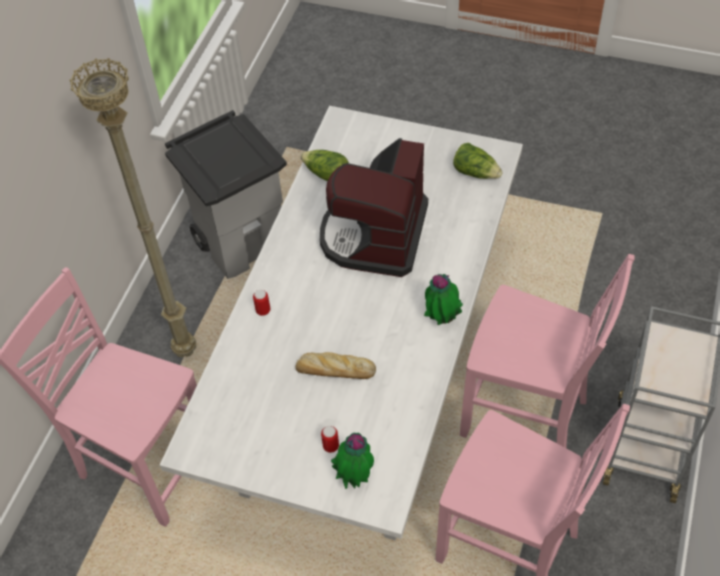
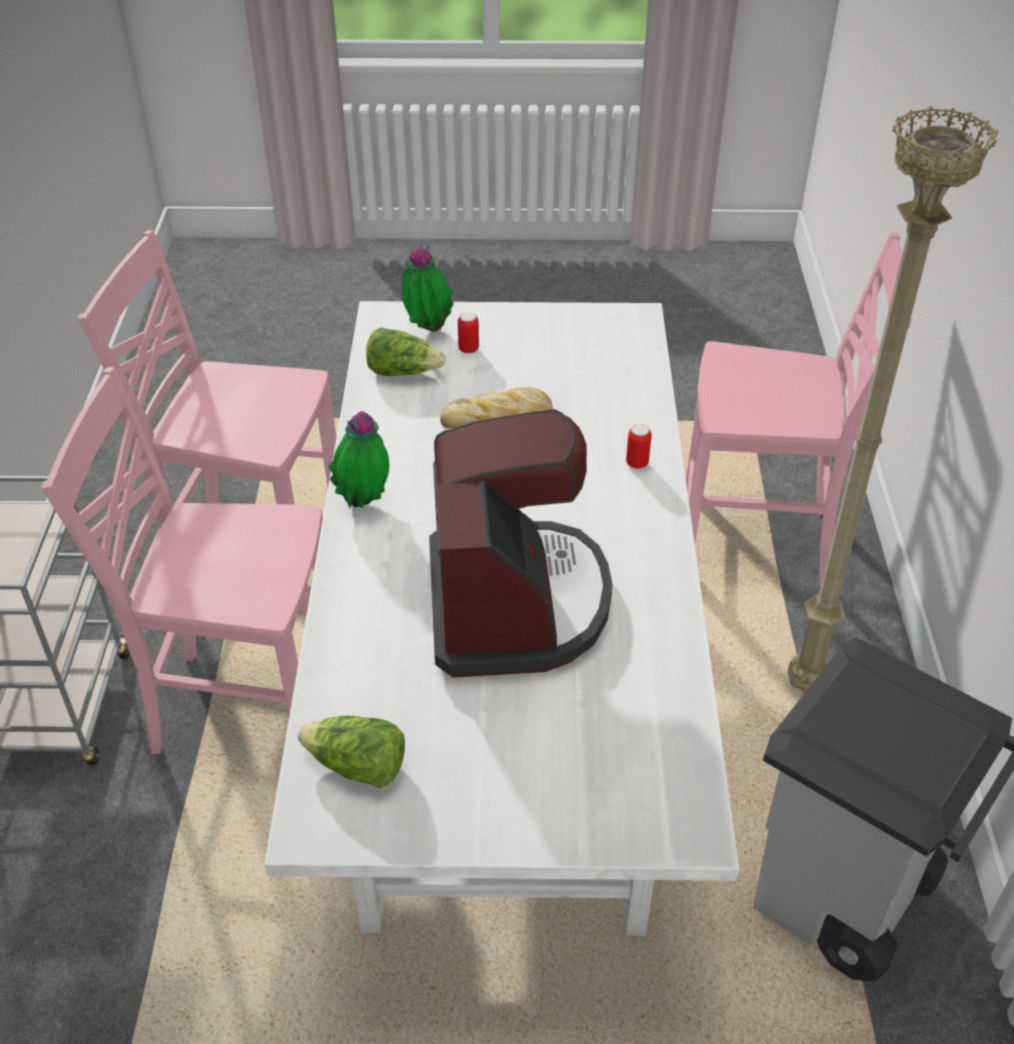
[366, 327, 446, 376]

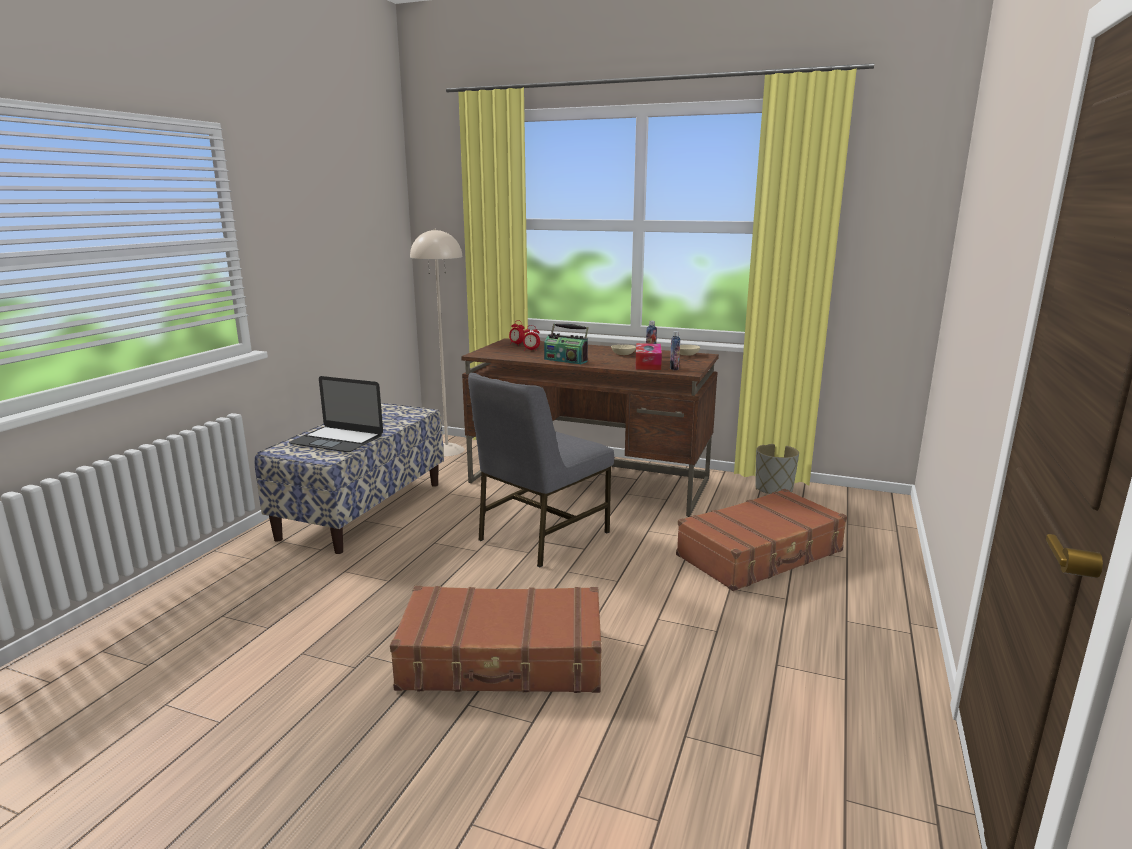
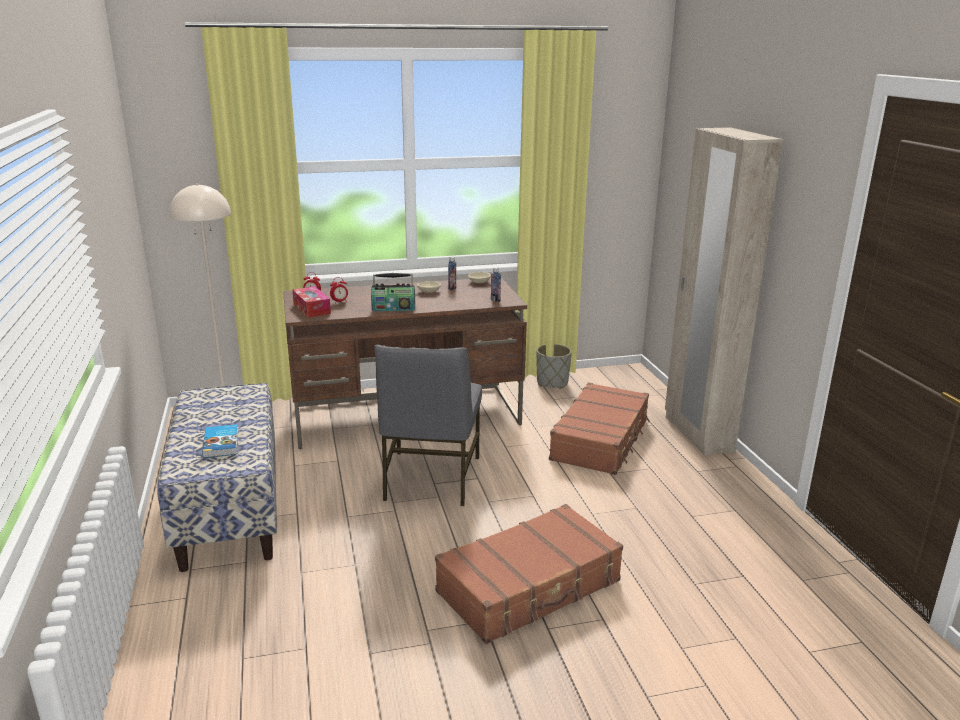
[292, 286, 331, 318]
[202, 424, 238, 458]
[665, 128, 783, 456]

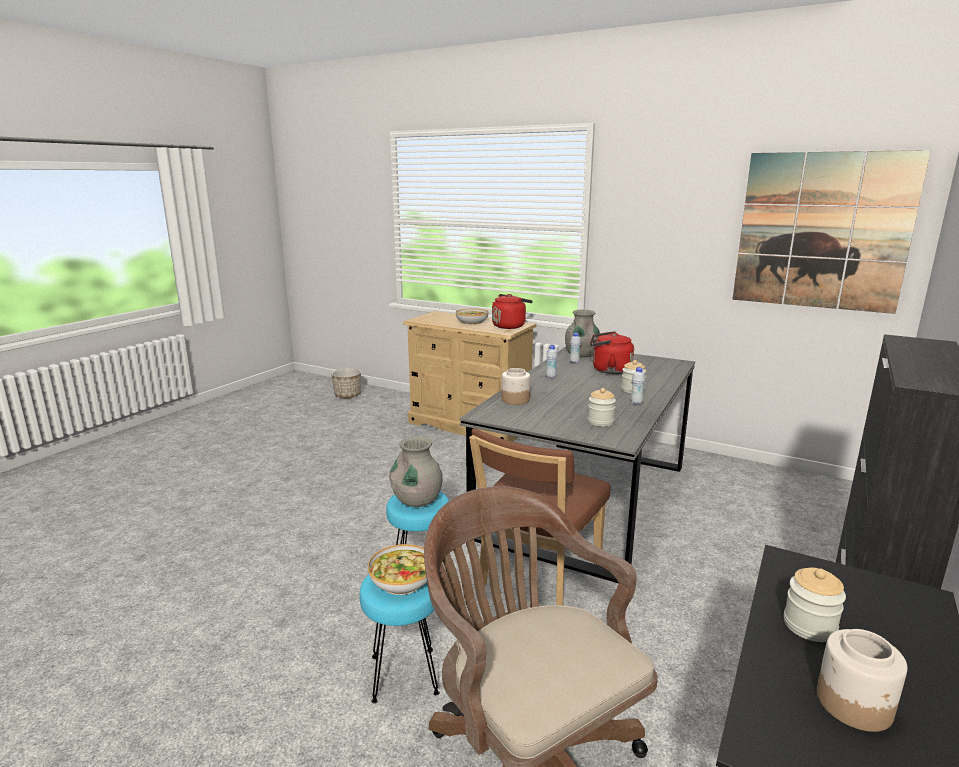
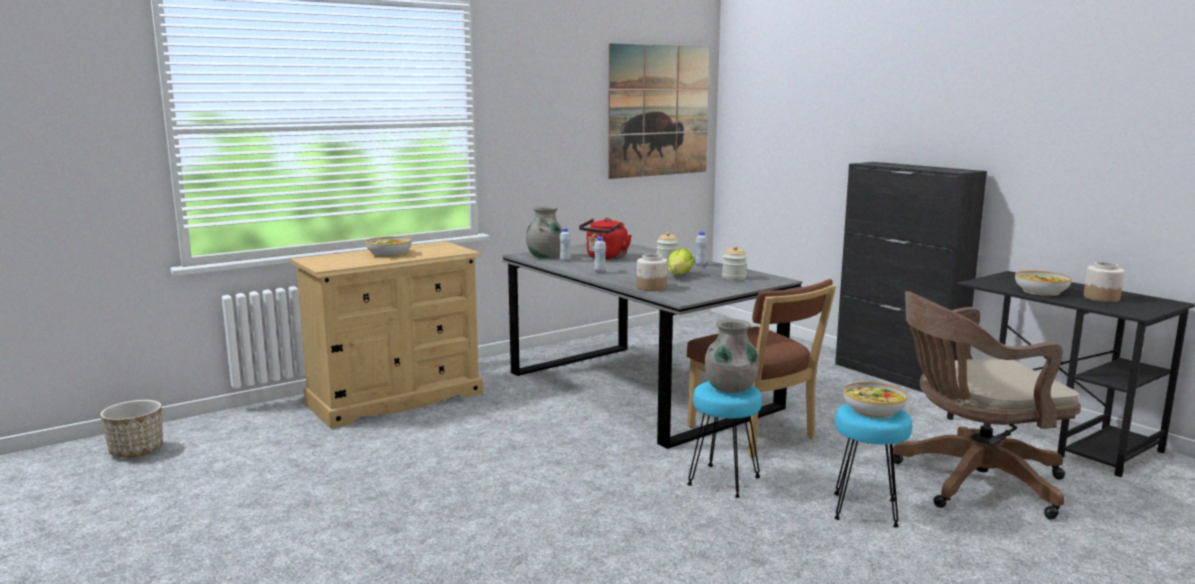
[492, 294, 533, 329] (first image)
[1015, 271, 1072, 296]
[667, 248, 694, 275]

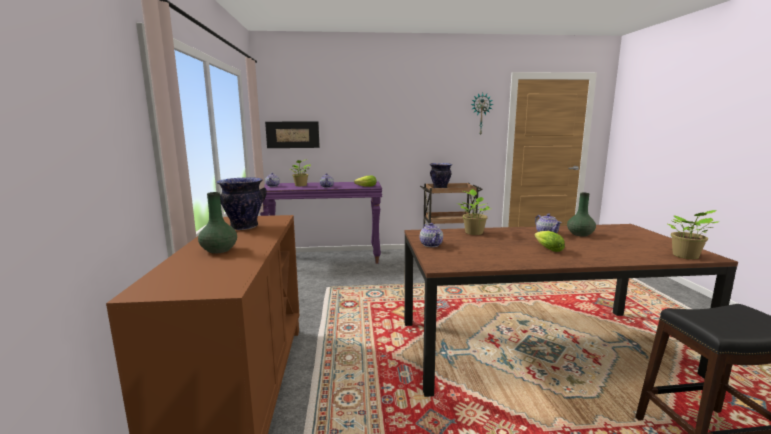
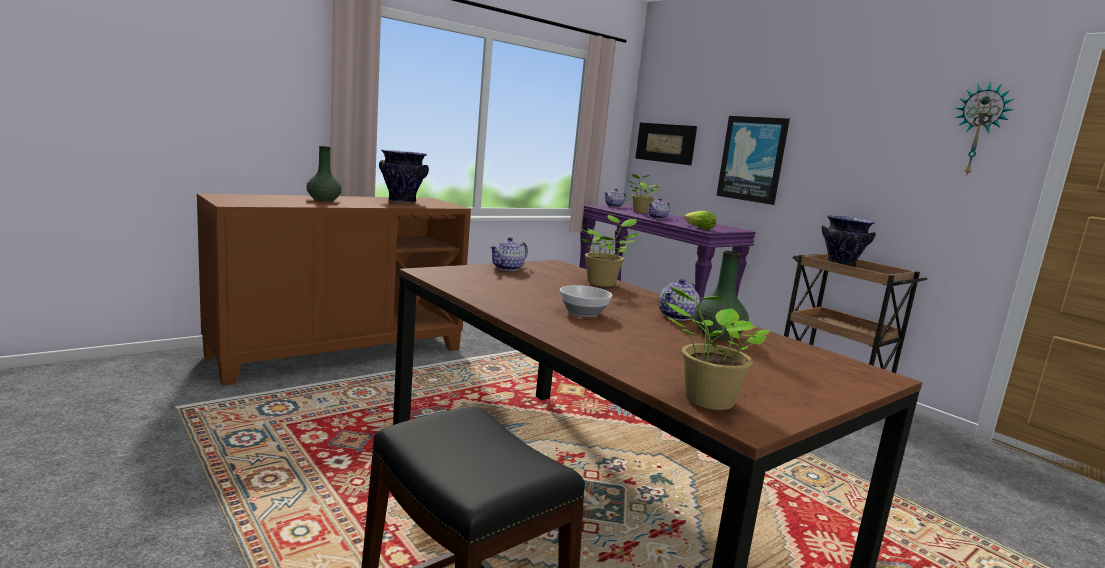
[560, 285, 612, 317]
[716, 116, 790, 205]

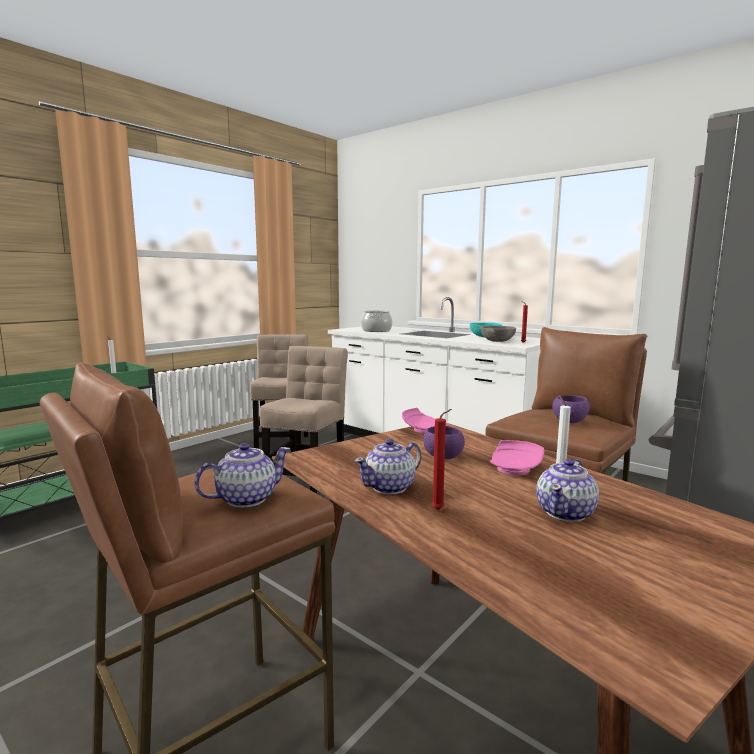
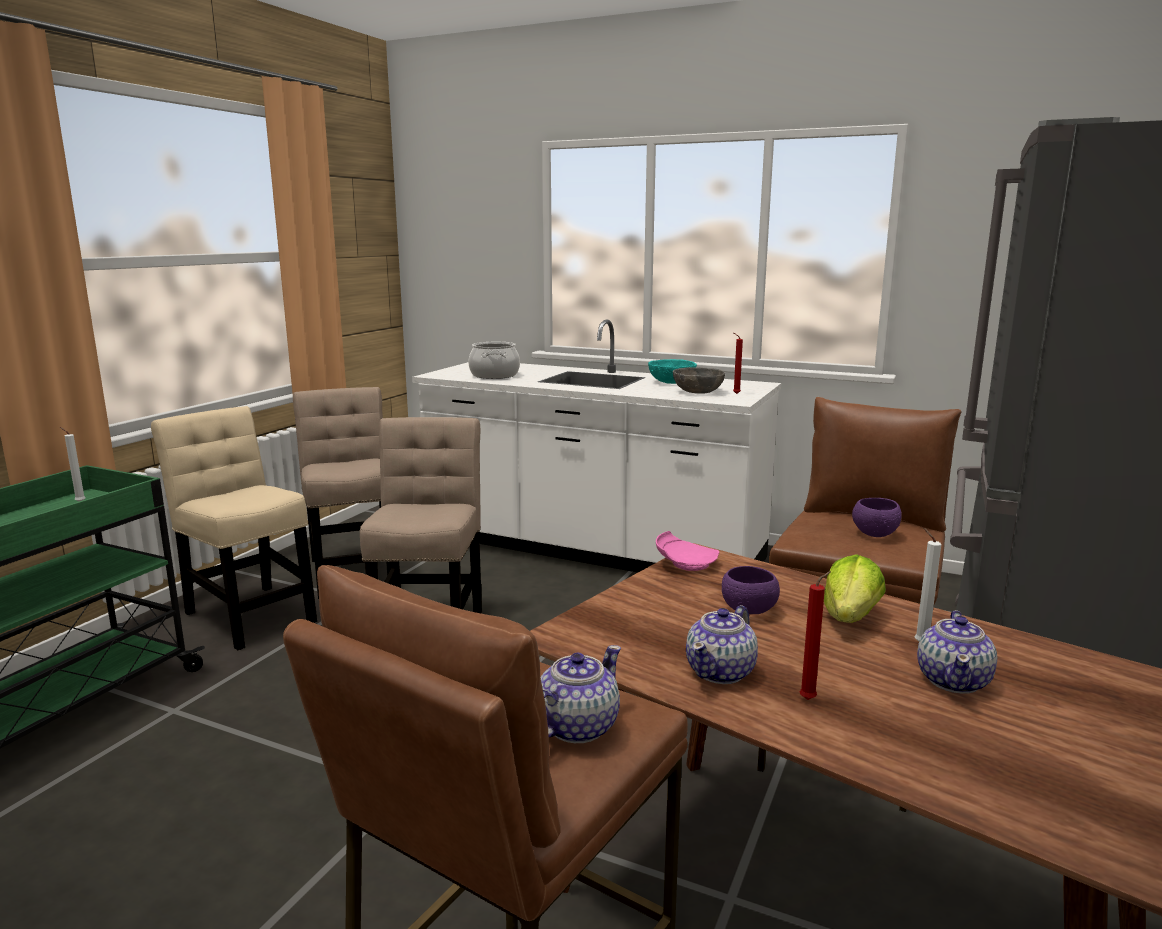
[824, 554, 886, 623]
[151, 406, 317, 650]

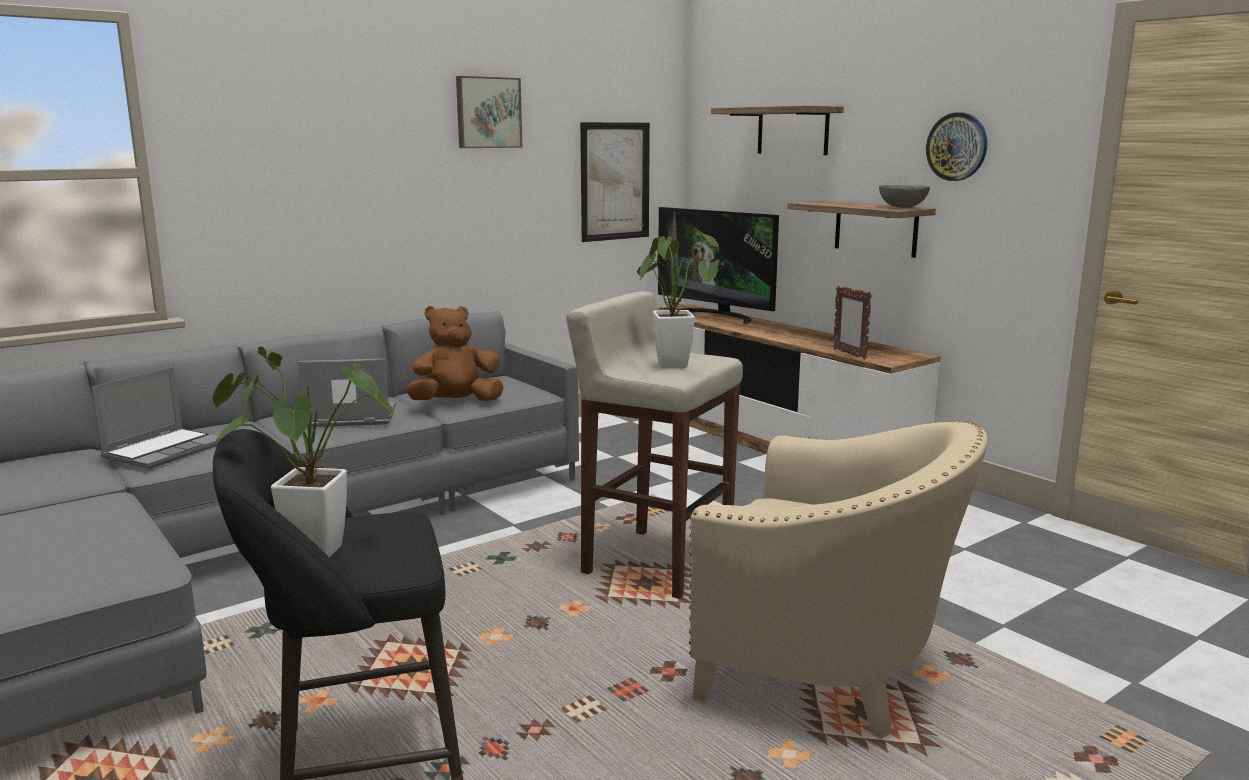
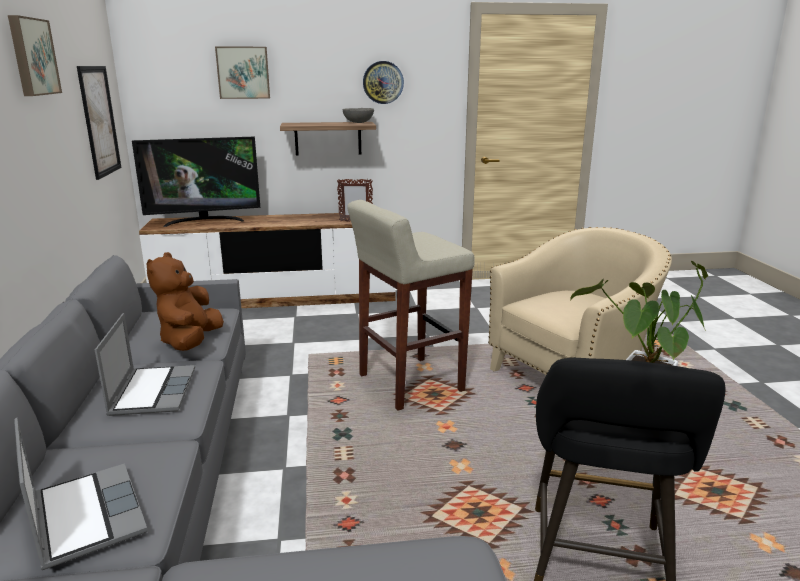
[215, 46, 270, 99]
[637, 230, 720, 369] (first image)
[95, 313, 195, 416]

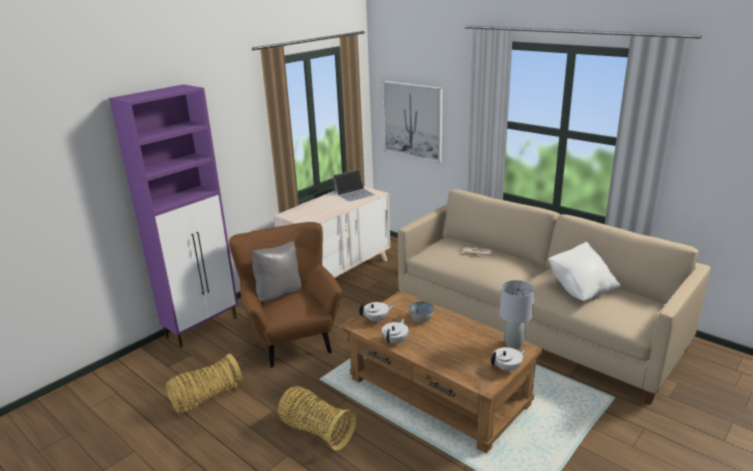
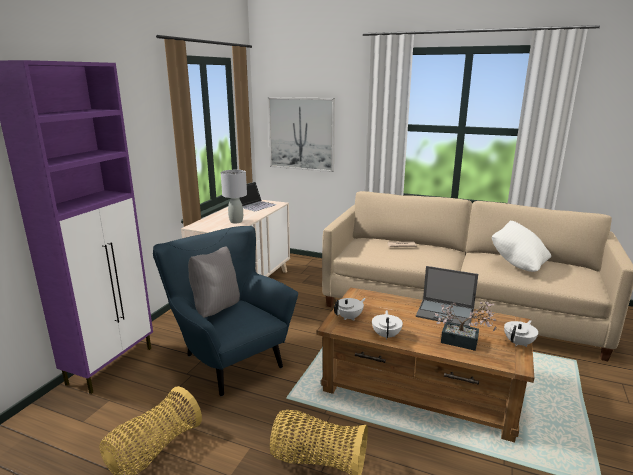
[153, 226, 298, 397]
[221, 170, 247, 223]
[408, 301, 434, 323] (first image)
[416, 266, 478, 327]
[435, 301, 496, 351]

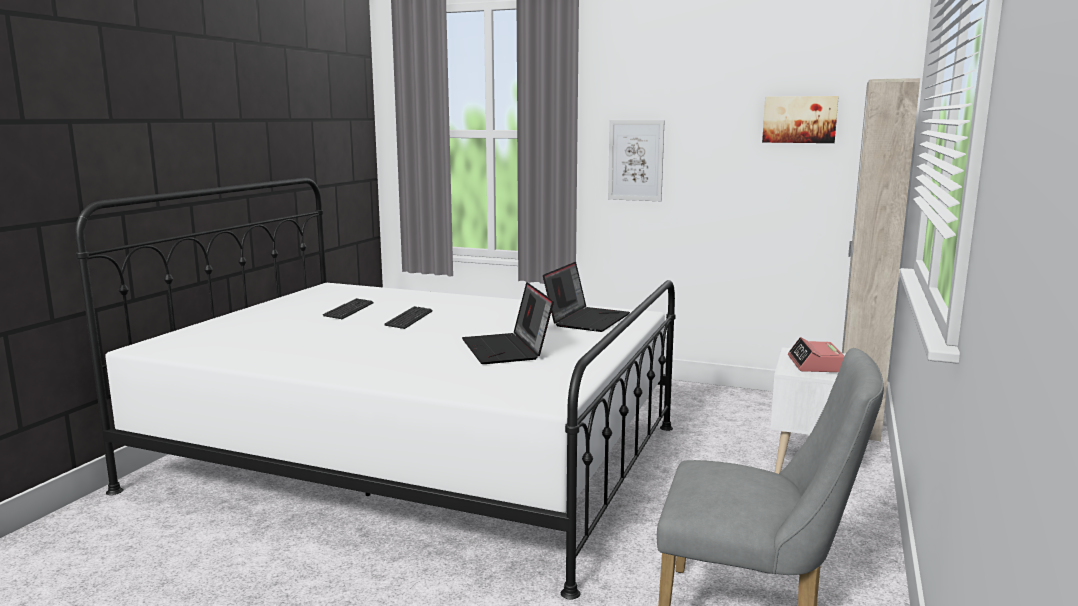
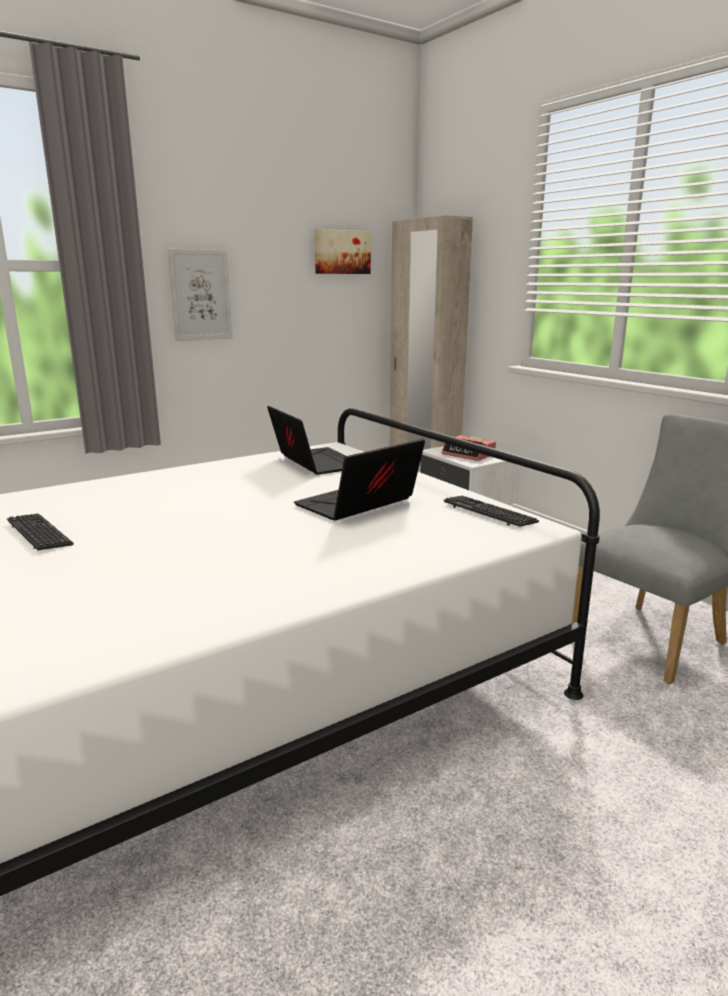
[294, 439, 425, 521]
[444, 496, 539, 527]

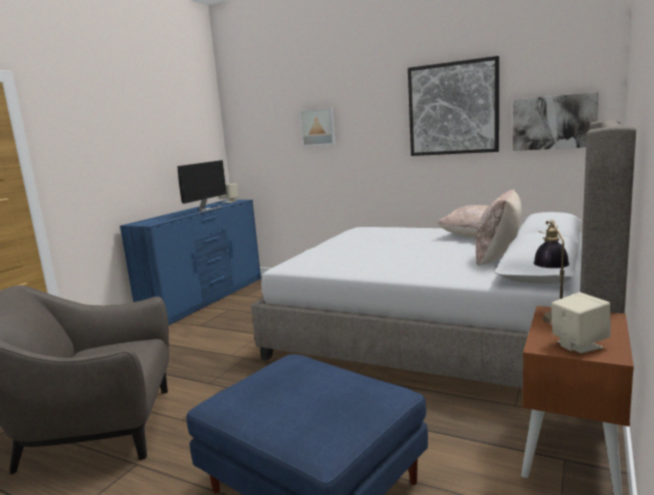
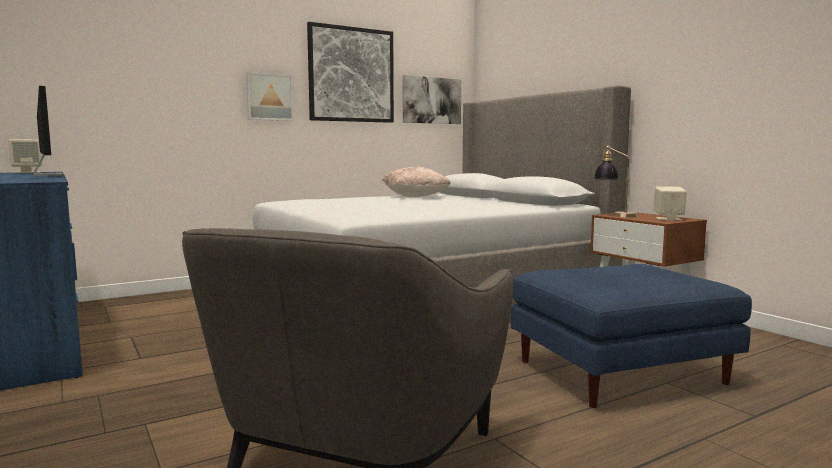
[246, 72, 294, 121]
[475, 190, 522, 266] (first image)

